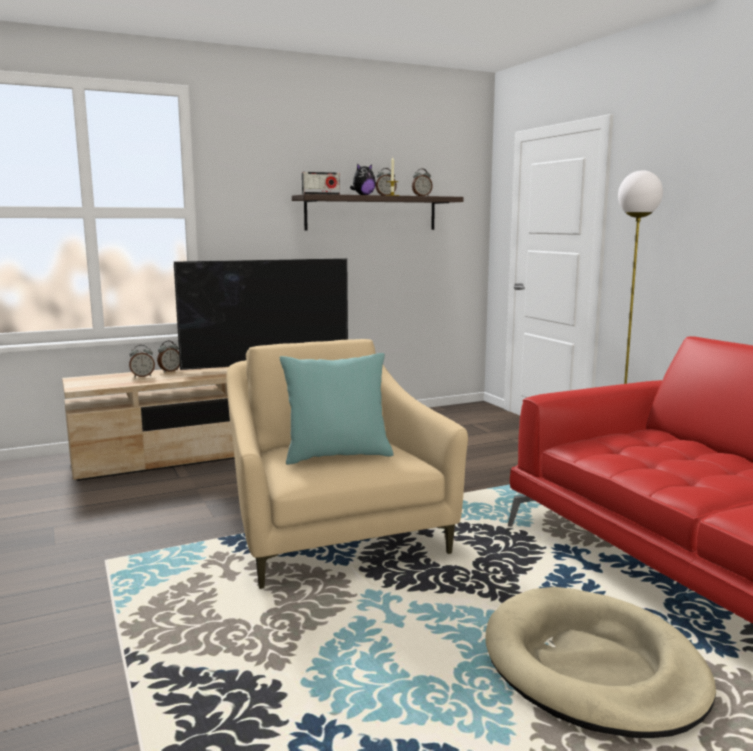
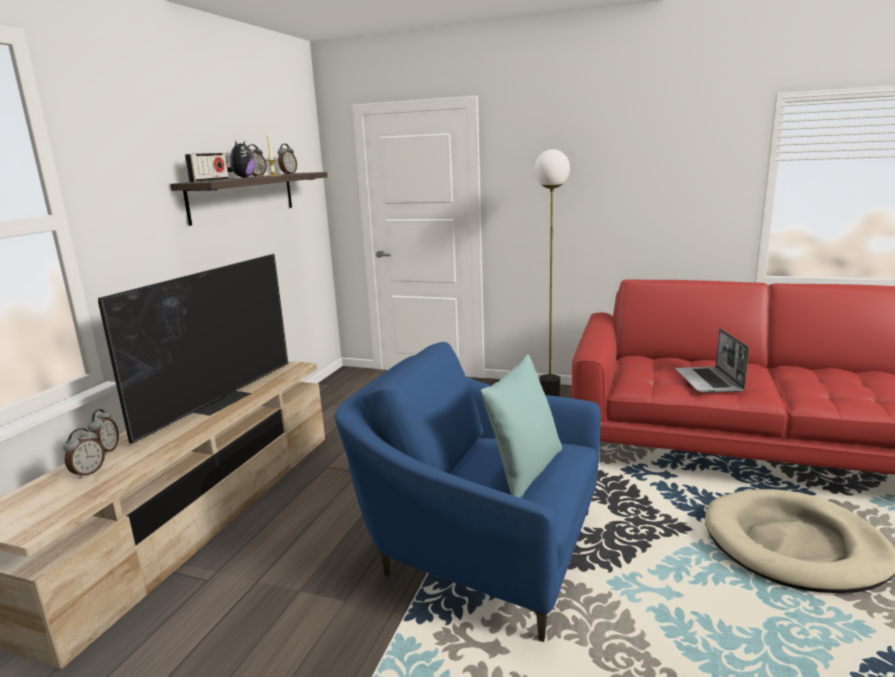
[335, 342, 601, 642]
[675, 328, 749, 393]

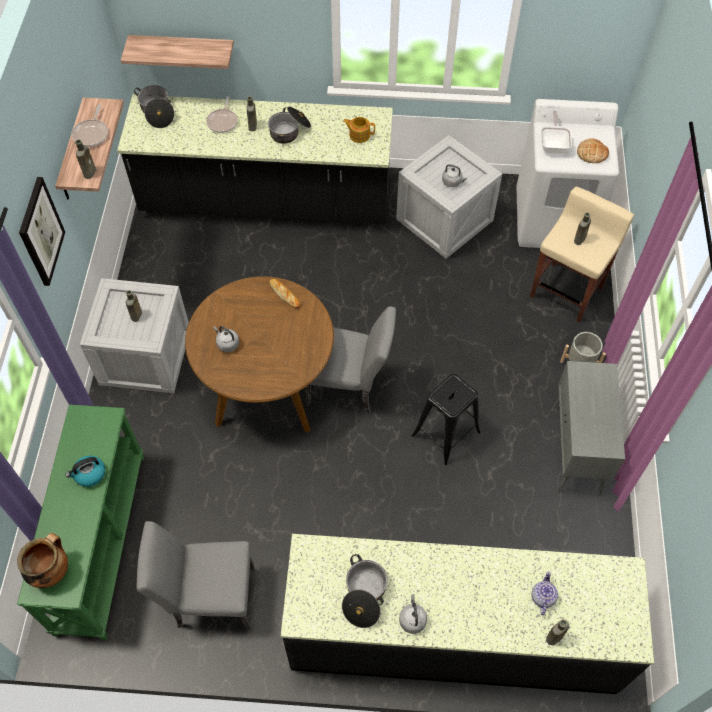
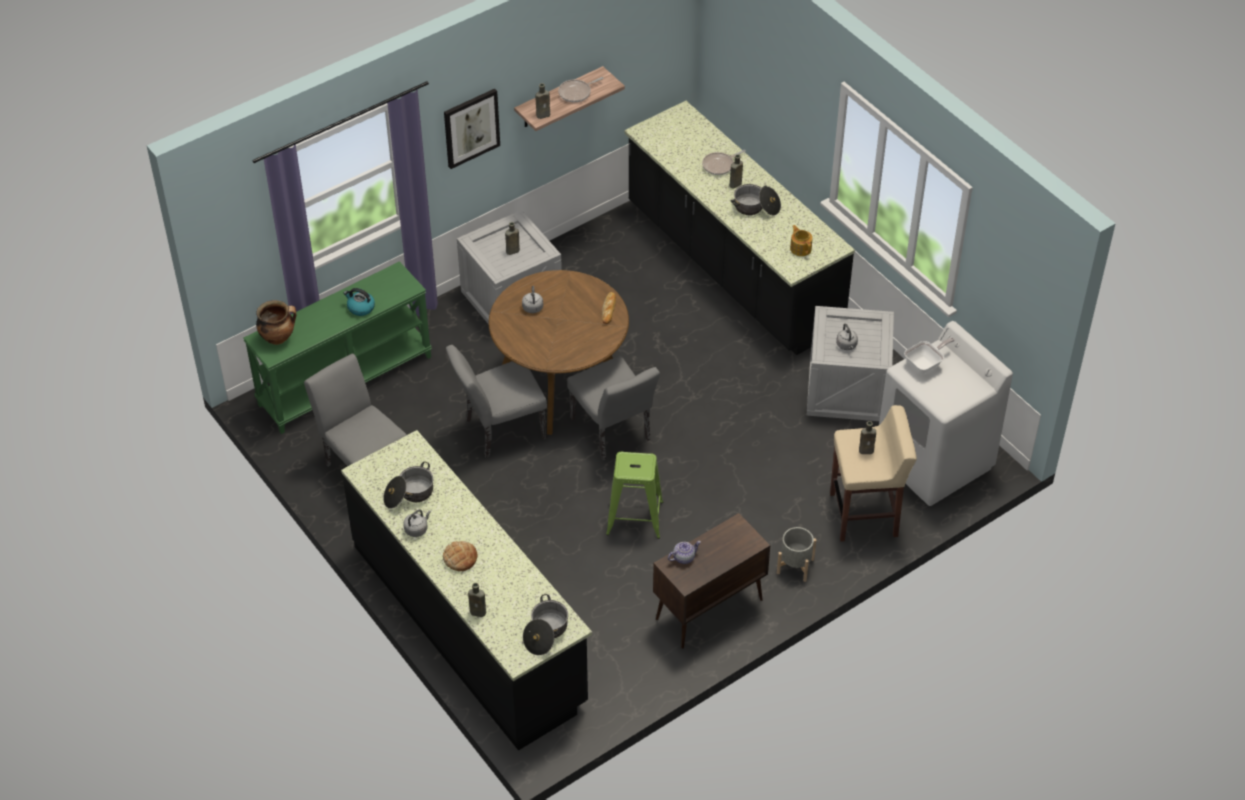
[121, 35, 234, 69] (first image)
[523, 594, 568, 655]
[443, 541, 478, 571]
[653, 513, 770, 649]
[606, 452, 663, 539]
[668, 541, 701, 564]
[446, 345, 547, 458]

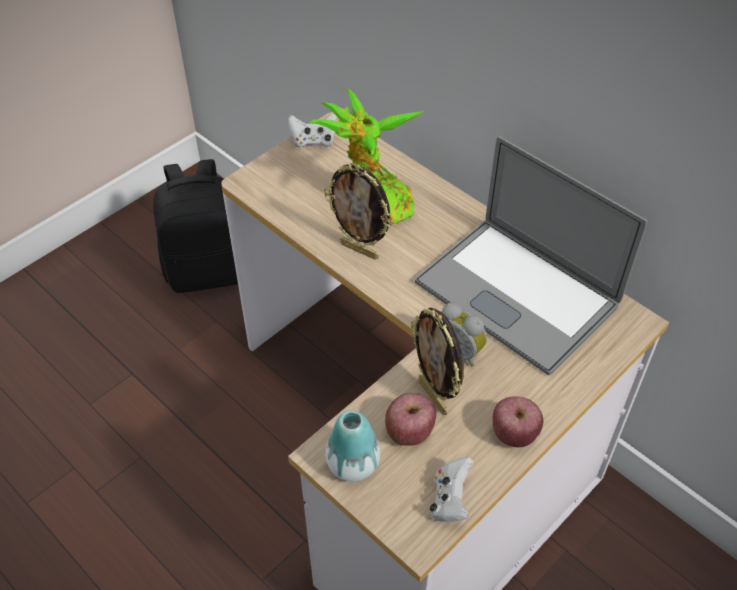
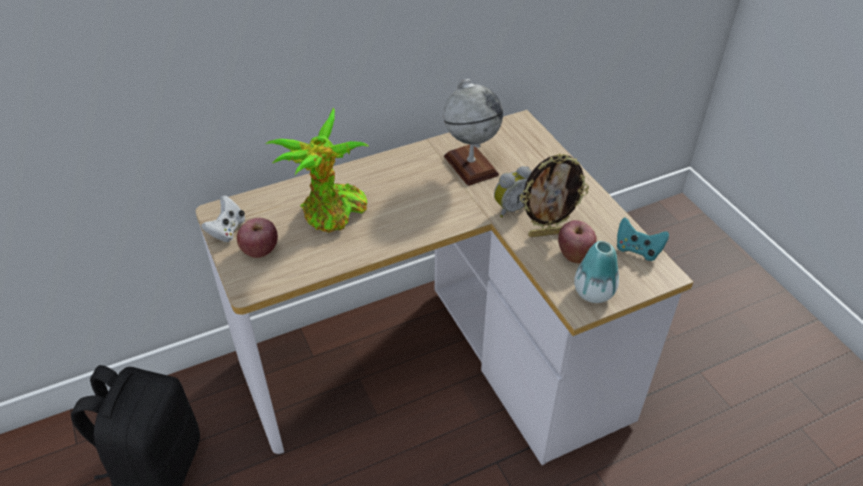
[444, 79, 503, 186]
[324, 163, 393, 260] (first image)
[237, 218, 278, 258]
[617, 217, 669, 261]

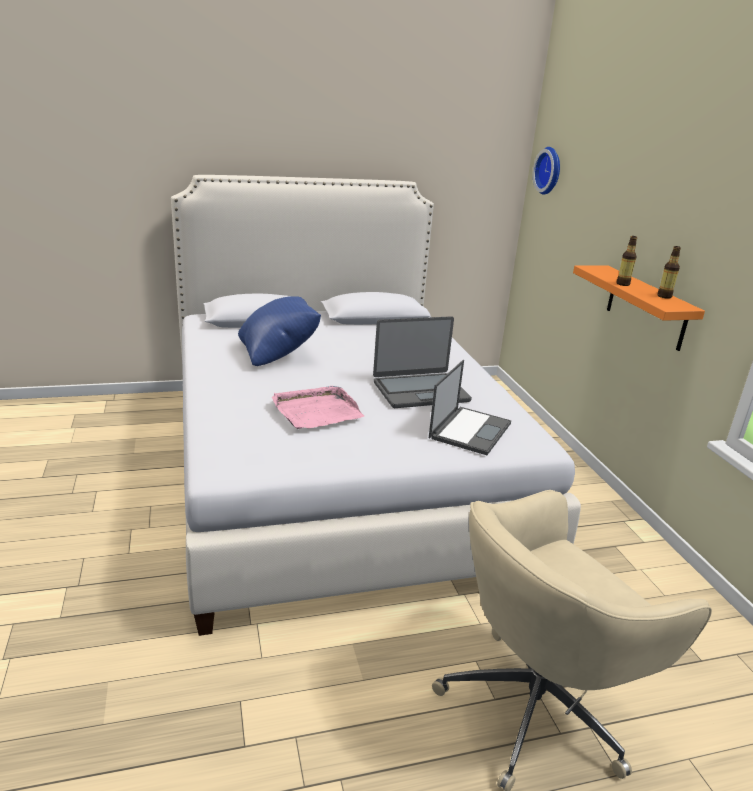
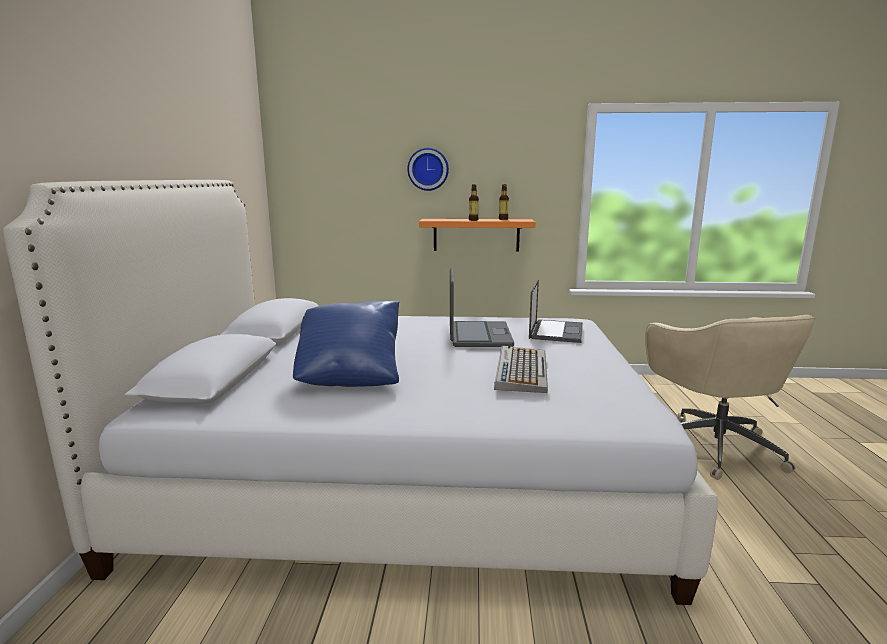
[408, 148, 449, 191]
[529, 279, 583, 343]
[494, 346, 548, 393]

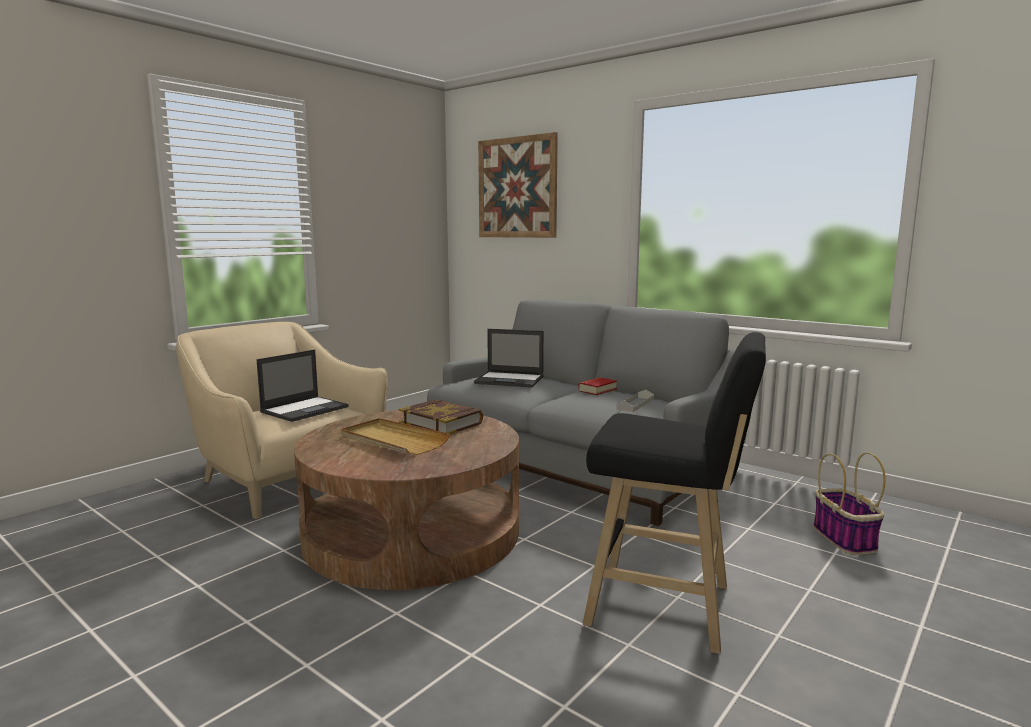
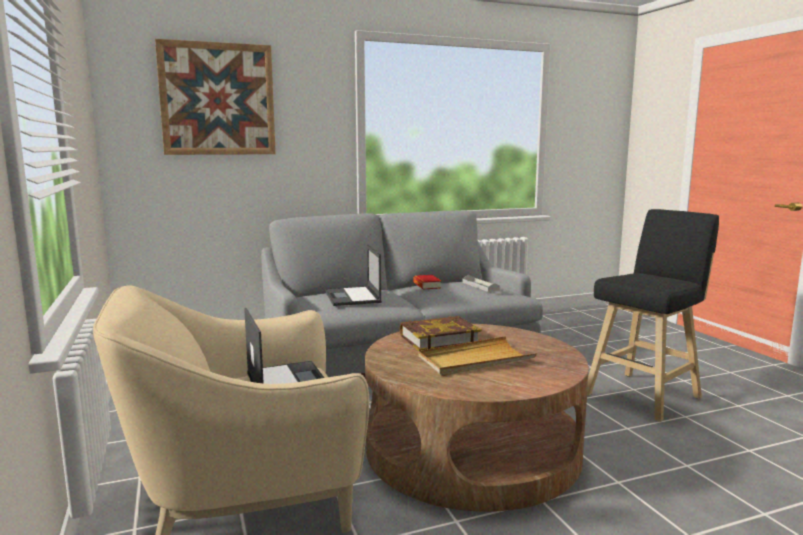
[325, 244, 382, 306]
[814, 452, 886, 555] (first image)

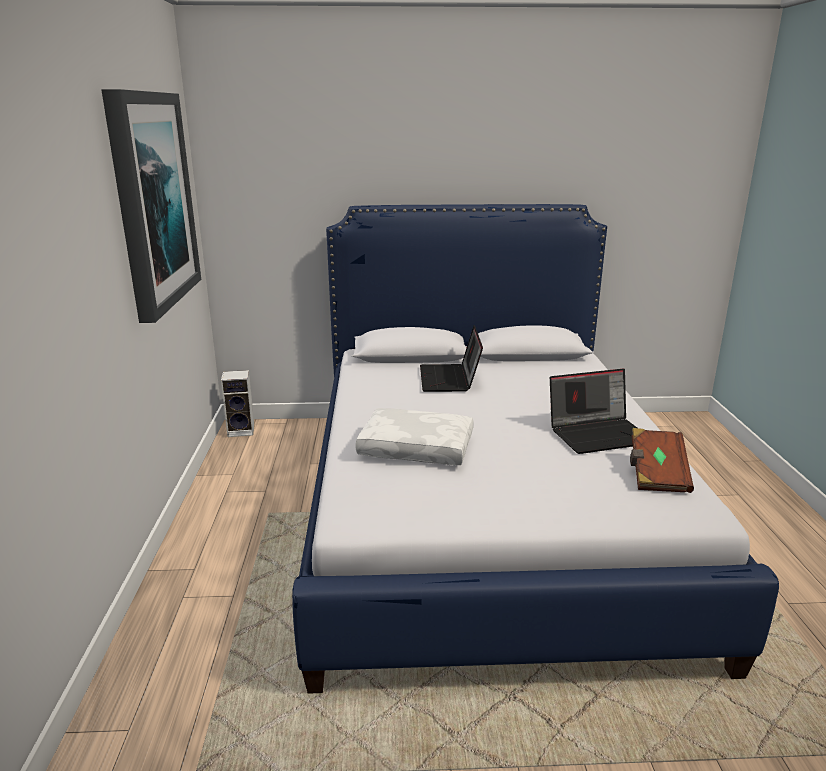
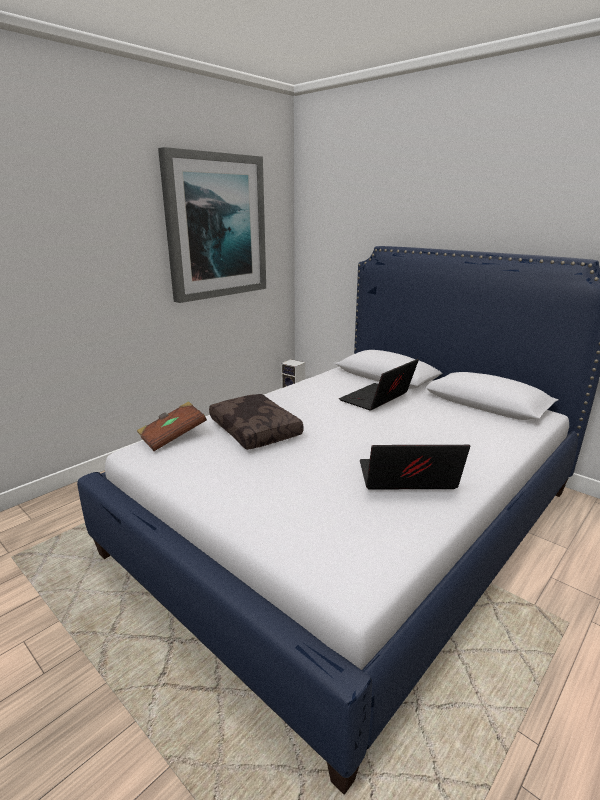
[360, 445, 470, 489]
[209, 394, 303, 450]
[137, 401, 207, 451]

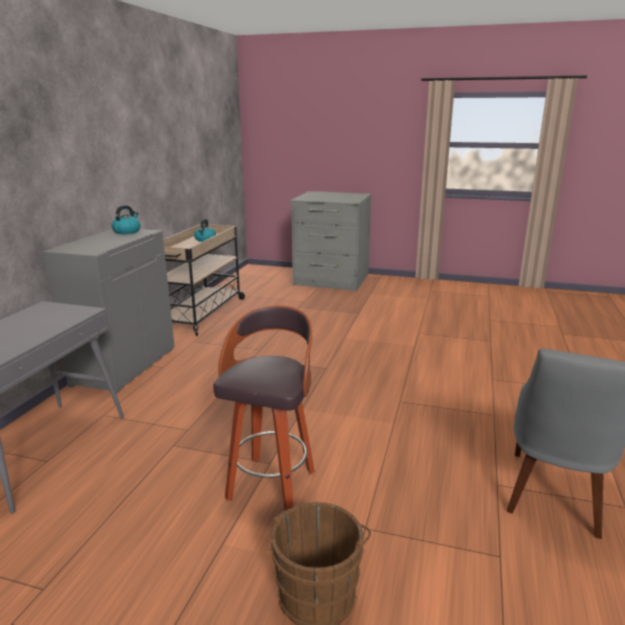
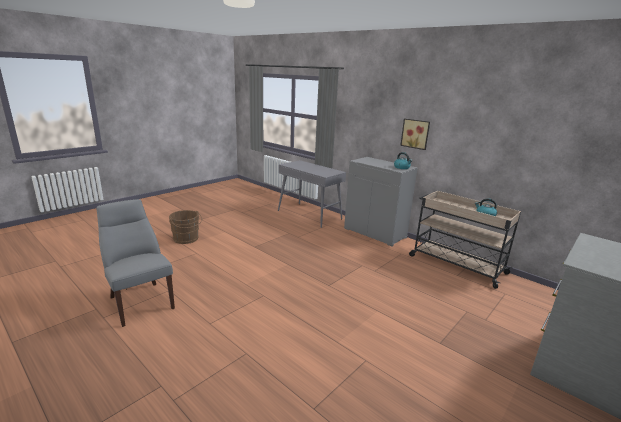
[213, 305, 315, 510] (first image)
[400, 119, 430, 150]

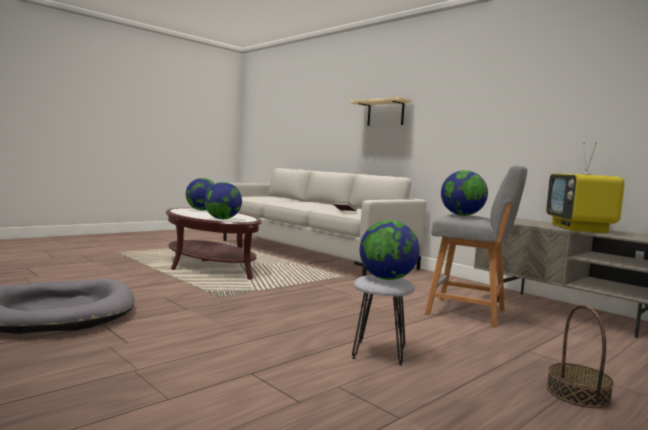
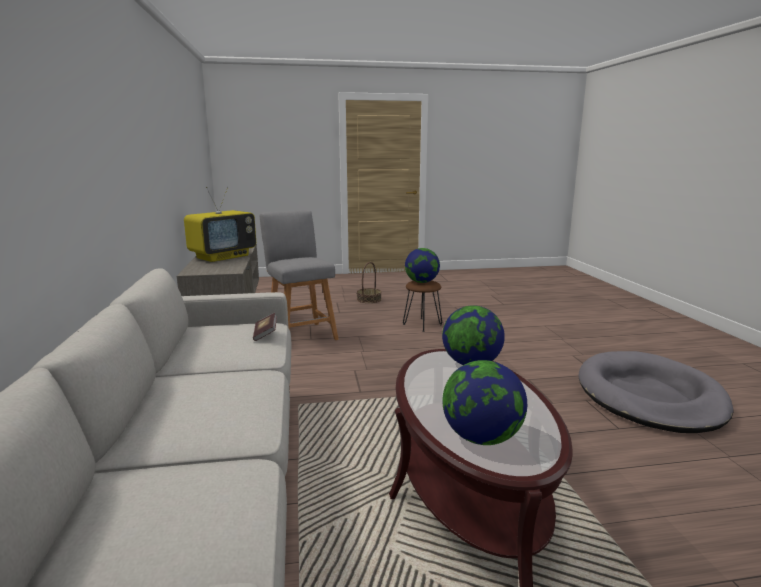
[350, 97, 412, 126] (first image)
[441, 170, 488, 216] (first image)
[403, 281, 442, 332]

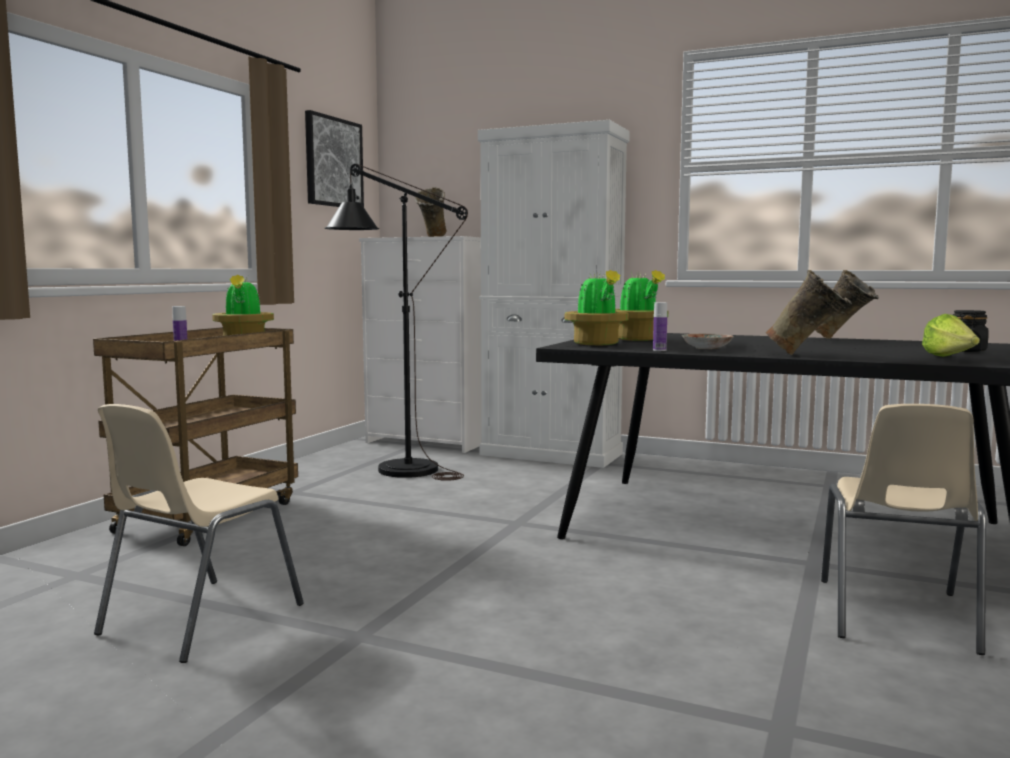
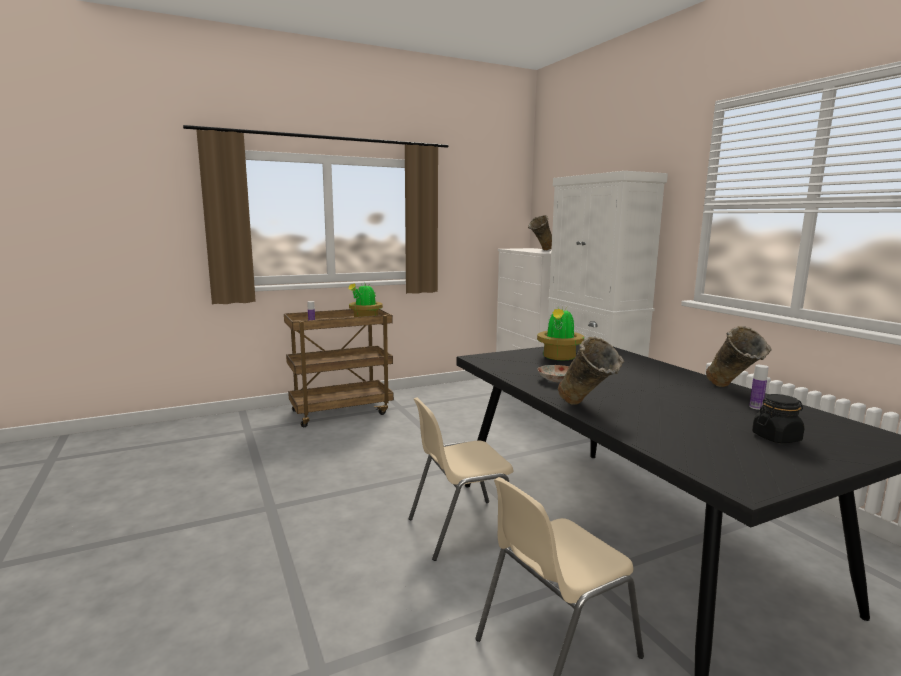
[305, 110, 364, 207] (first image)
[325, 163, 468, 481] (first image)
[565, 270, 629, 345] (first image)
[749, 365, 768, 410]
[922, 314, 980, 357] (first image)
[409, 397, 513, 561]

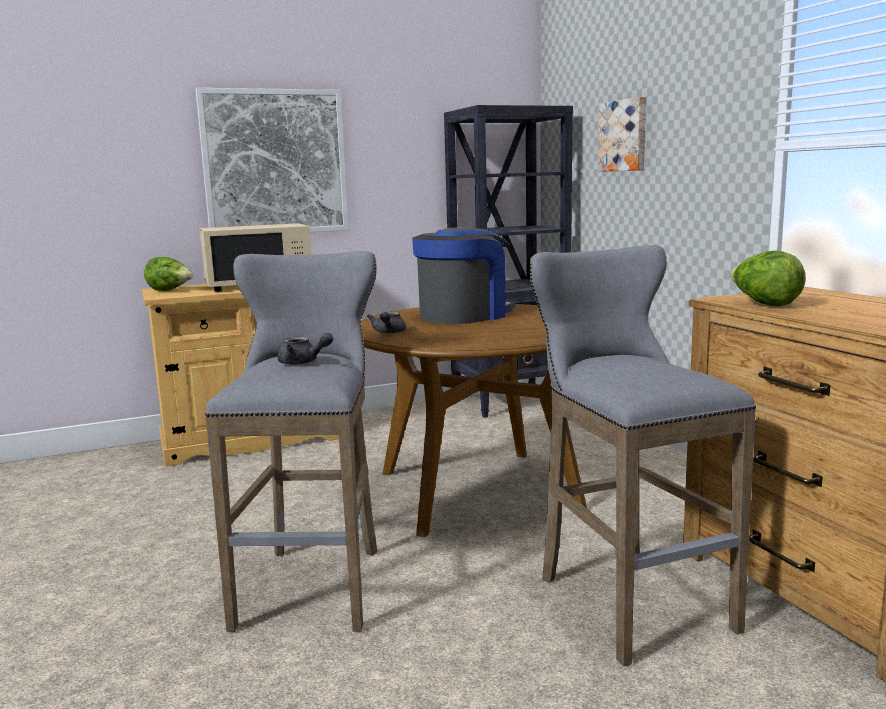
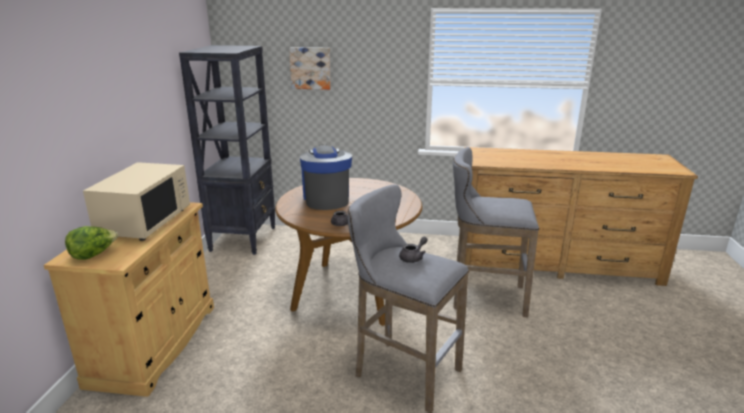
[195, 88, 349, 232] (first image)
[730, 250, 806, 306] (first image)

